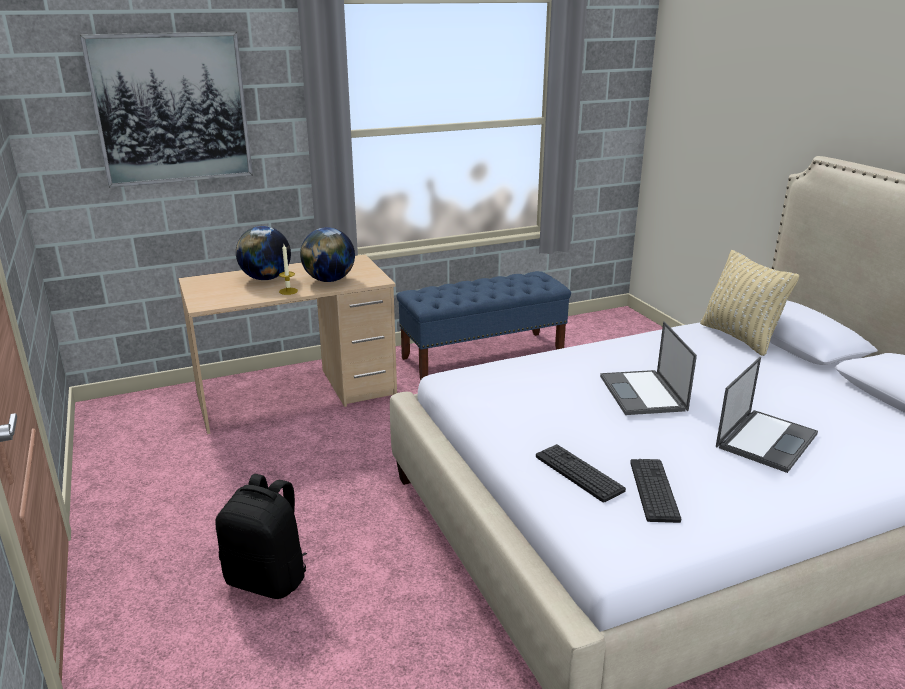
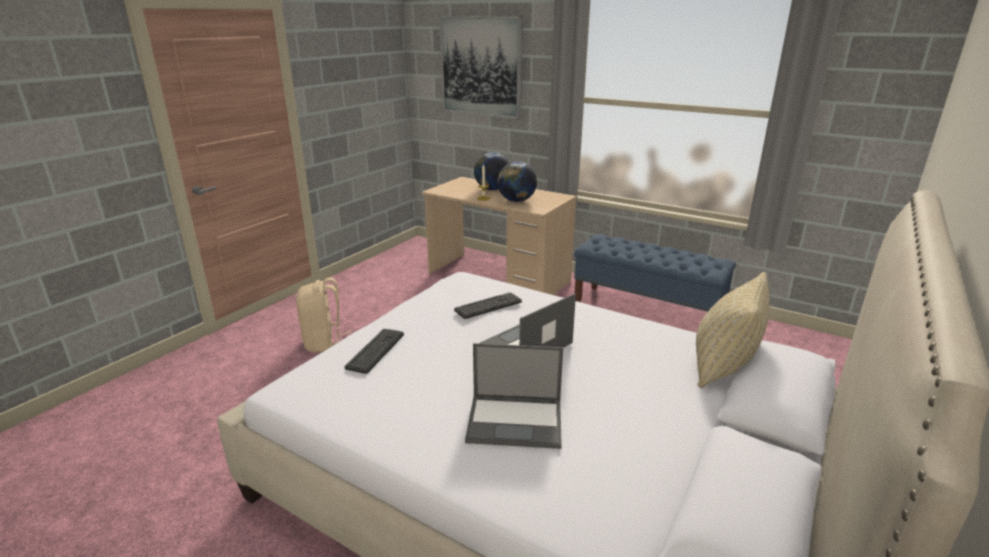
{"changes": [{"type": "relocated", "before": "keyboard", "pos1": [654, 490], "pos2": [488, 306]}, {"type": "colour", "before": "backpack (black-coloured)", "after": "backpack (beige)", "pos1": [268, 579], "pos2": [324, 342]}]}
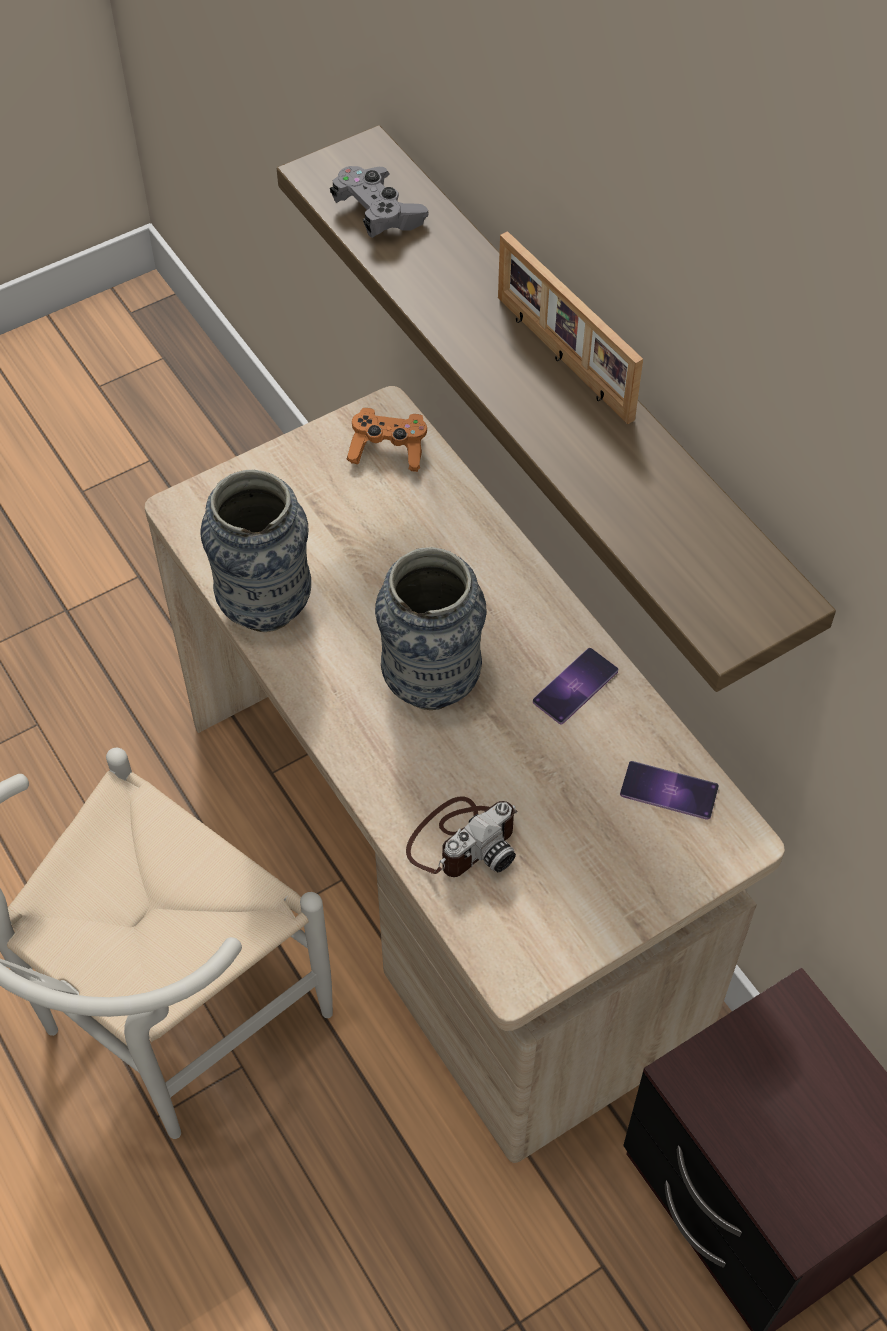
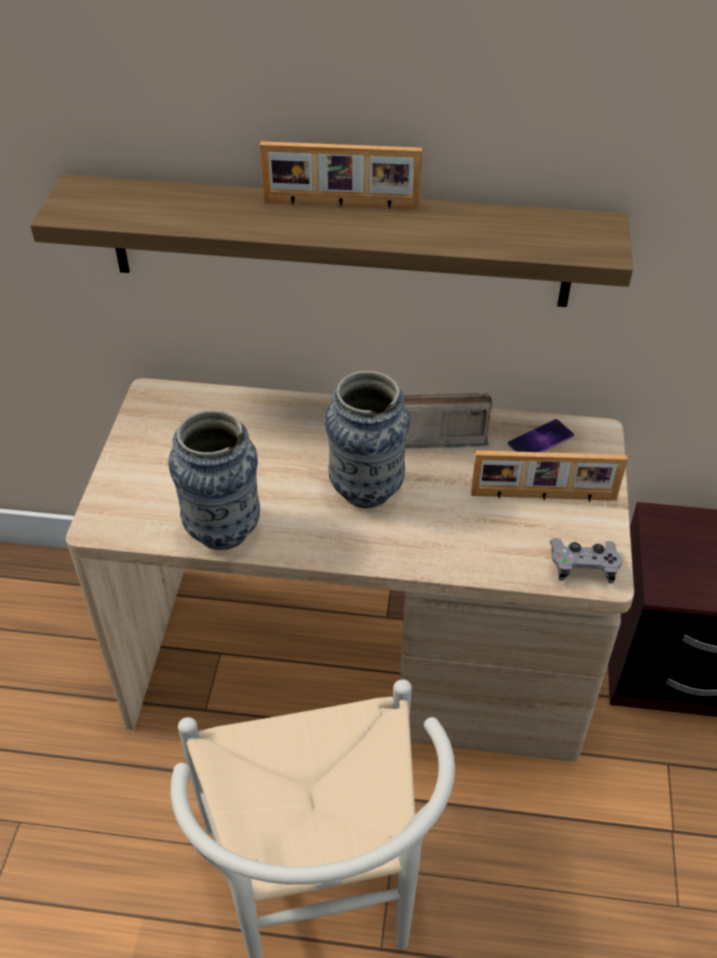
{"changes": [{"type": "relocated", "before": "game controller (grey)", "pos1": [378, 213], "pos2": [582, 567]}, {"type": "missing", "before": "game controller (orange-coloured)", "pos1": [388, 450]}, {"type": "exchanged", "before": "phone", "after": "radio receiver", "pos1": [575, 686], "pos2": [434, 434]}, {"type": "missing", "before": "still camera", "pos1": [463, 840]}, {"type": "appeared", "after": "standing frame", "pos2": [543, 497]}]}
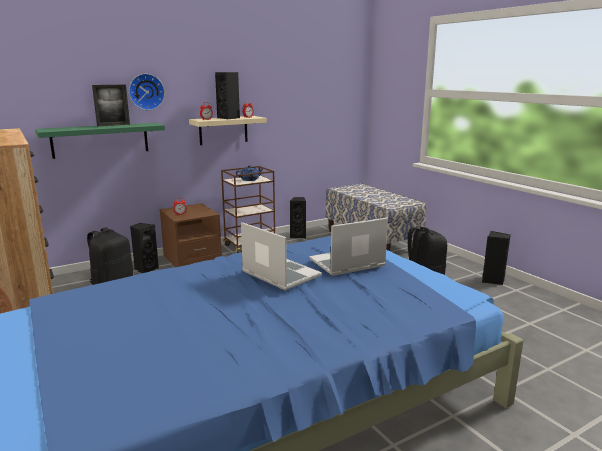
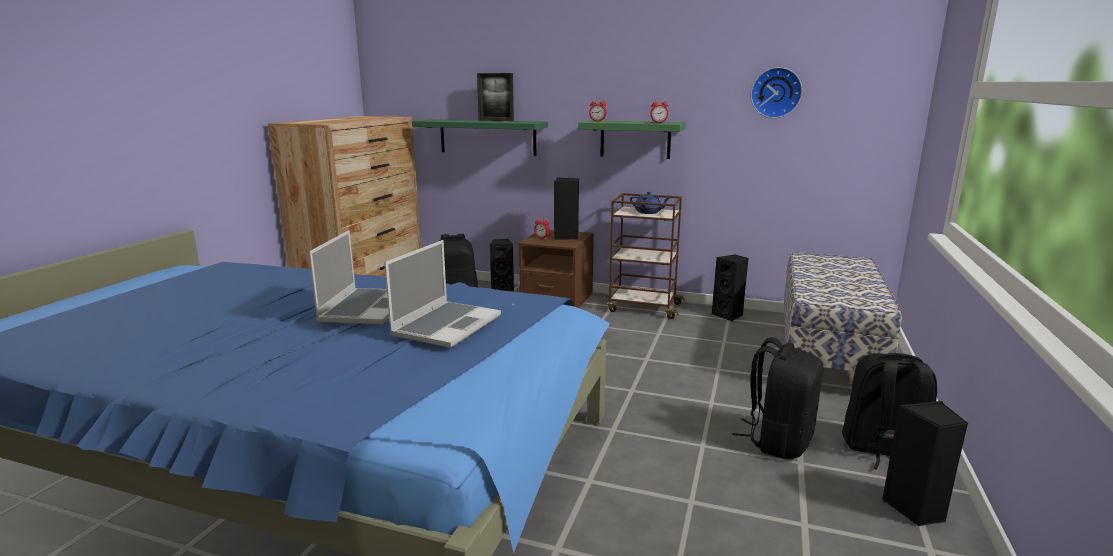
{"changes": [{"type": "relocated", "before": "loudspeaker (black-coloured)", "pos1": [229, 118], "pos2": [566, 237]}, {"type": "relocated", "before": "wall clock", "pos1": [146, 92], "pos2": [776, 92]}, {"type": "colour", "before": "wall shelf (beige)", "after": "wall shelf (greenish)", "pos1": [223, 130], "pos2": [635, 139]}, {"type": "spun", "before": "portable computer", "pos1": [346, 264], "pos2": [446, 325], "turn": 90}, {"type": "appeared", "after": "backpack (black-coloured)", "pos2": [882, 450]}]}
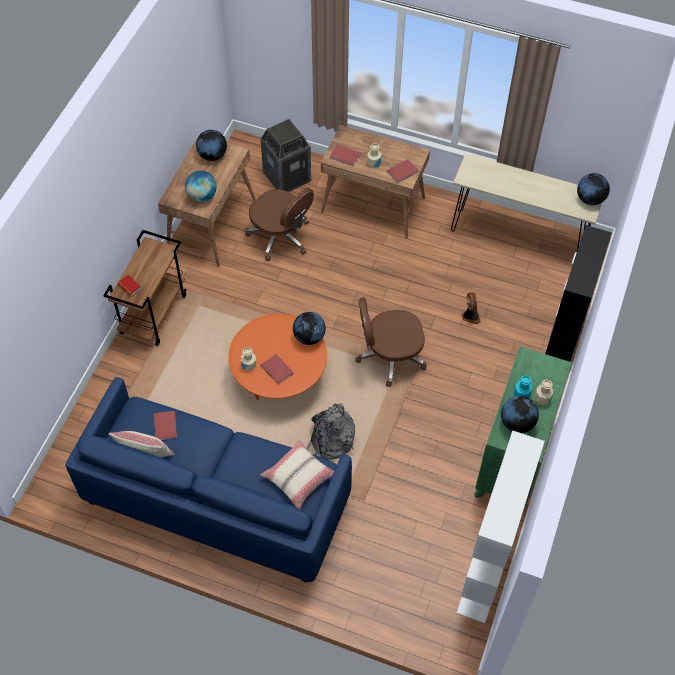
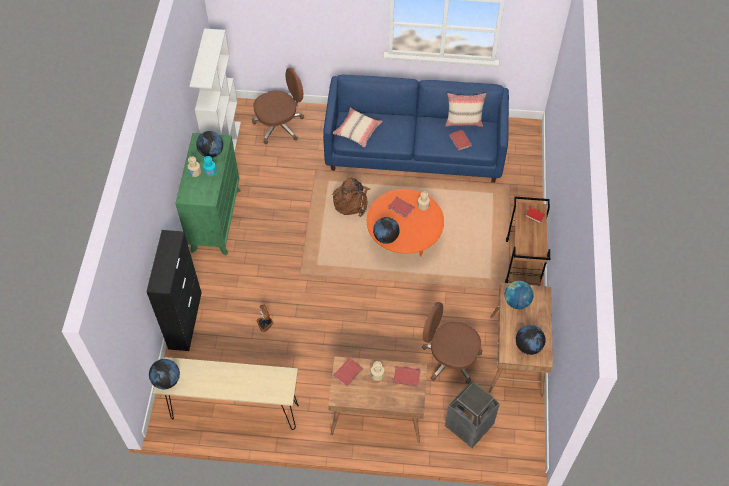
{"changes": [{"type": "relocated", "before": "office chair (brownish)", "pos1": [389, 356], "pos2": [280, 125]}, {"type": "colour", "before": "backpack (grey)", "after": "backpack (brownish)", "pos1": [329, 441], "pos2": [351, 201]}]}
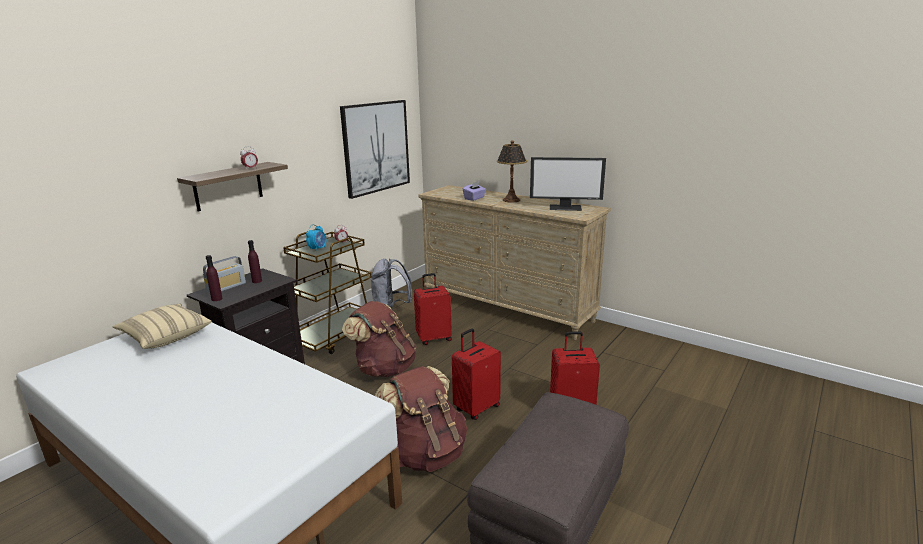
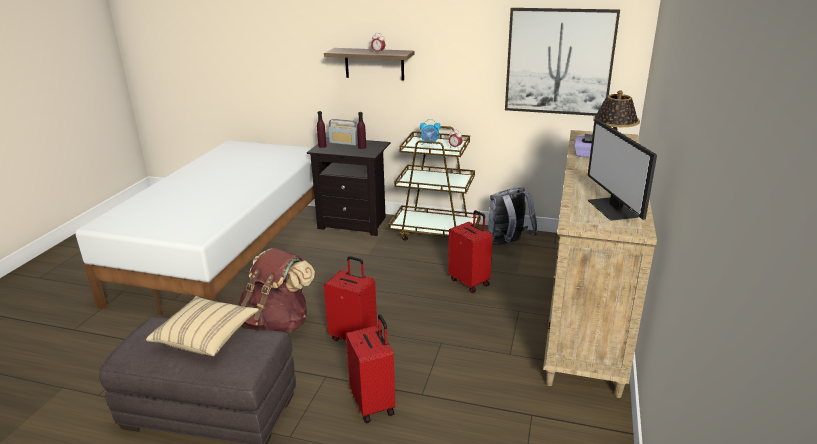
{"changes": [{"type": "missing", "before": "backpack (brownish)", "pos1": [384, 368]}, {"type": "relocated", "before": "pillow (beige)", "pos1": [165, 336], "pos2": [207, 337]}]}
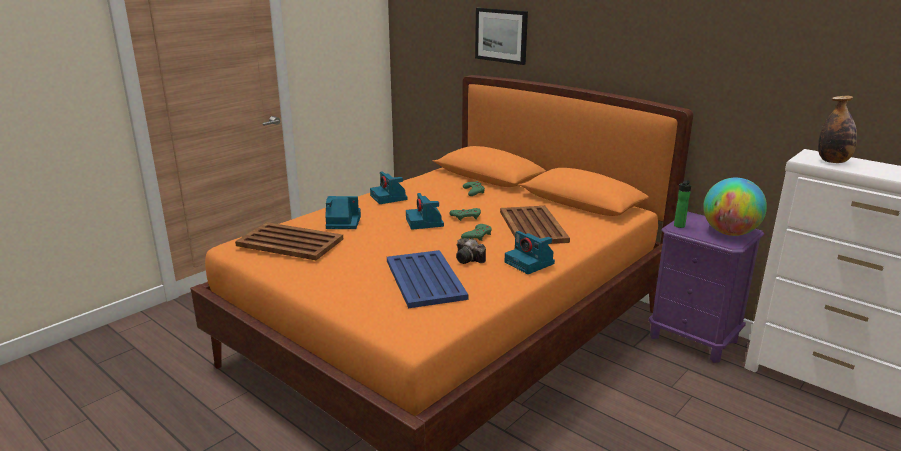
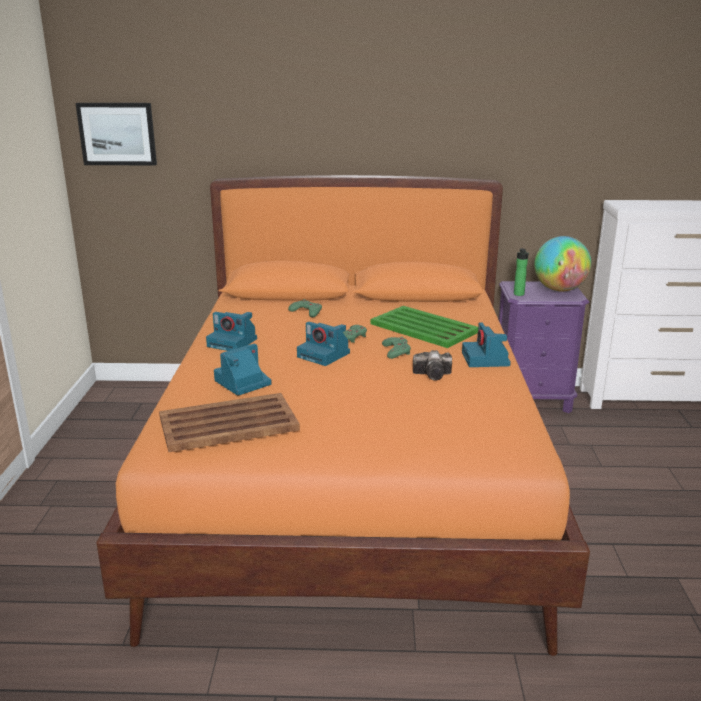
{"changes": [{"type": "relocated", "before": "wall art", "pos1": [501, 35], "pos2": [117, 134]}, {"type": "missing", "before": "bottle", "pos1": [833, 161]}, {"type": "colour", "before": "tray (brownish)", "after": "tray (greenish)", "pos1": [533, 227], "pos2": [424, 328]}, {"type": "spun", "before": "still camera", "pos1": [530, 263], "pos2": [486, 359], "turn": 75}, {"type": "missing", "before": "tray (blue)", "pos1": [425, 280]}]}
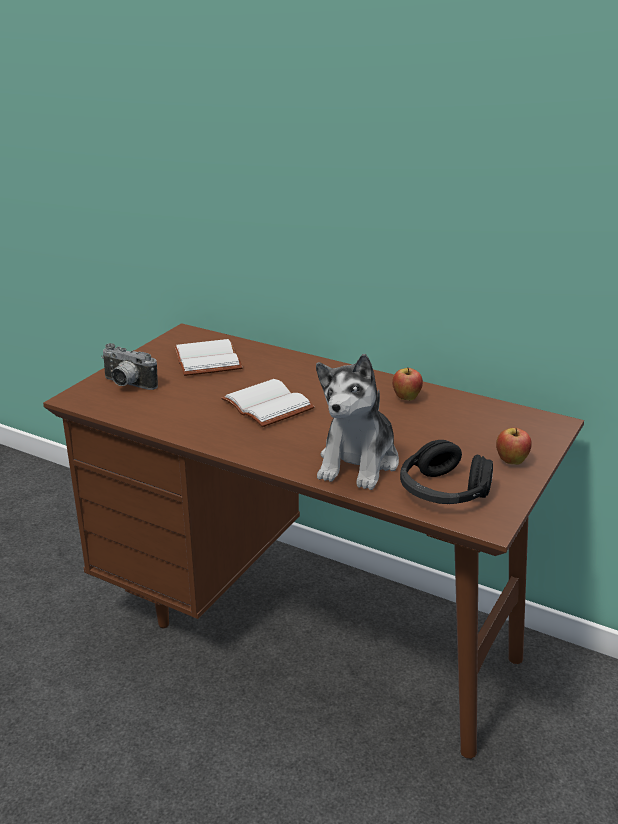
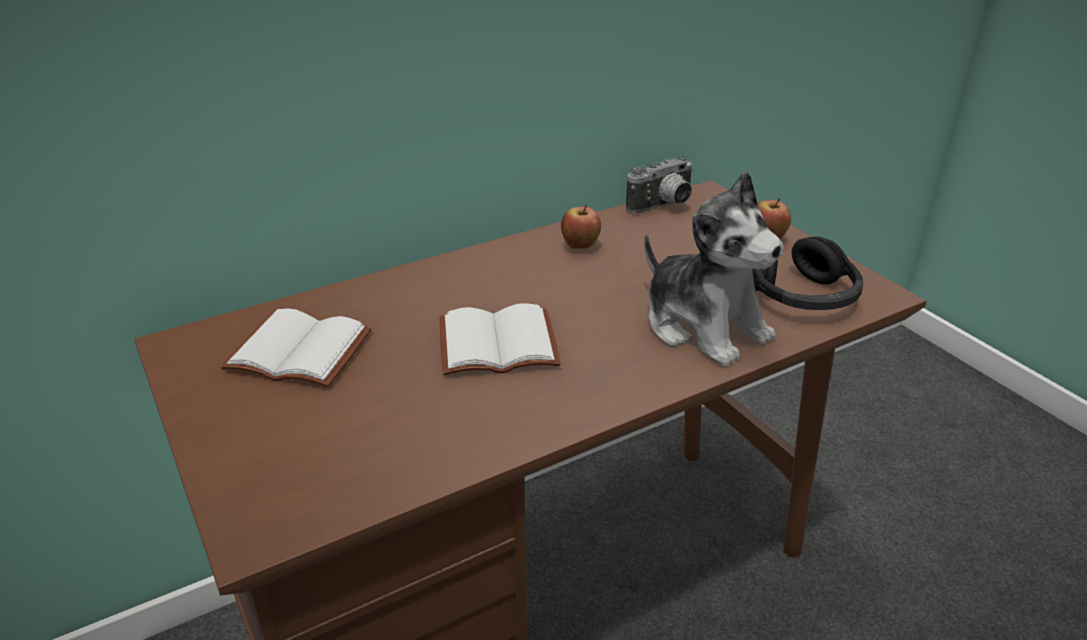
{"changes": [{"type": "relocated", "before": "still camera", "pos1": [127, 385], "pos2": [664, 207]}]}
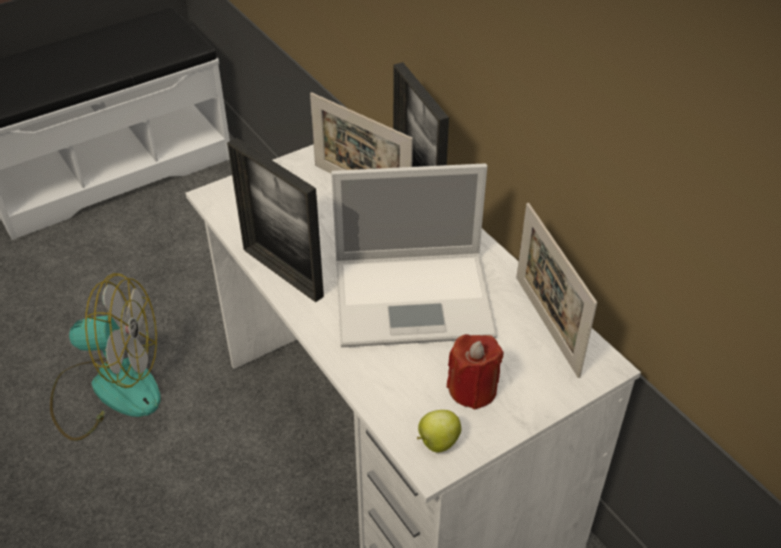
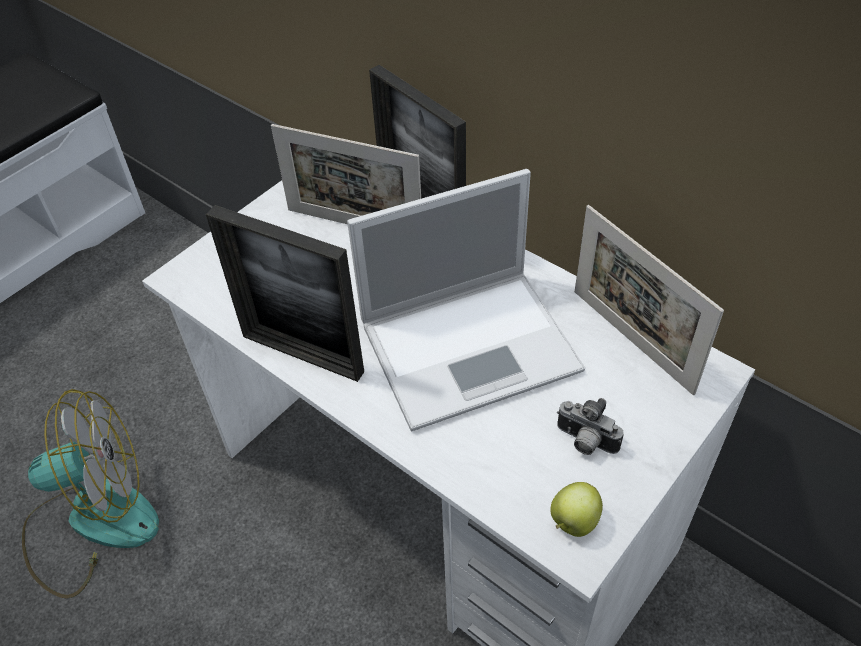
{"changes": [{"type": "exchanged", "before": "candle (red-coloured)", "after": "still camera", "pos1": [472, 389], "pos2": [584, 442]}]}
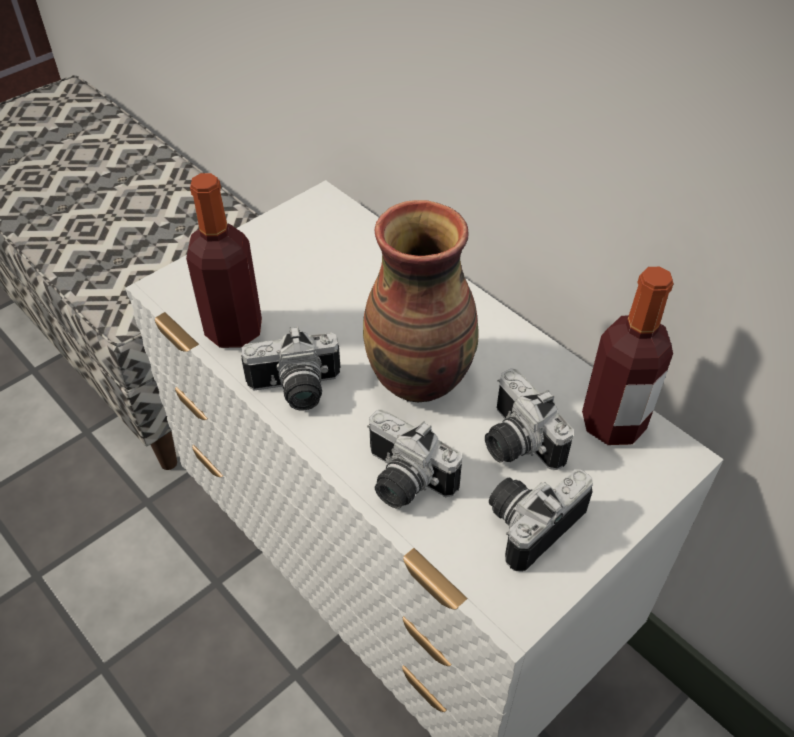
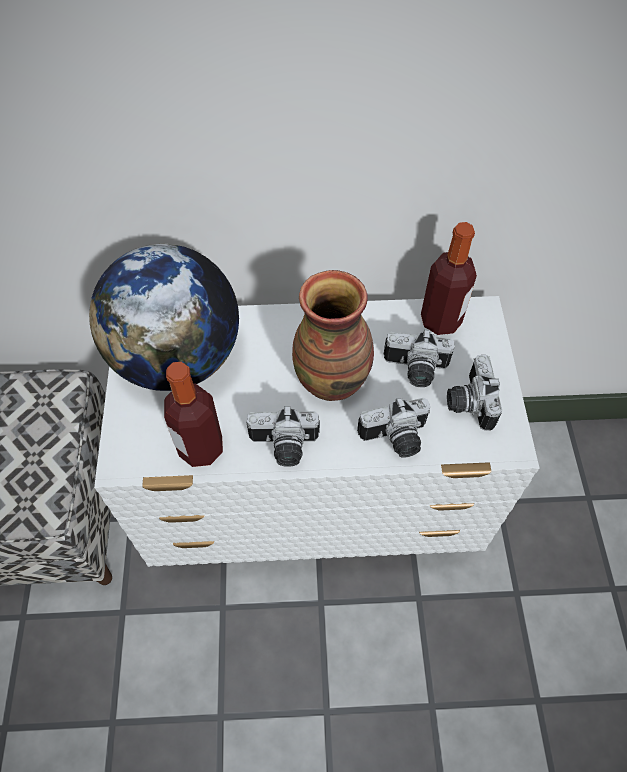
{"changes": [{"type": "spun", "before": "still camera", "pos1": [295, 391], "pos2": [284, 447], "turn": 60}, {"type": "appeared", "after": "globe", "pos2": [178, 358]}]}
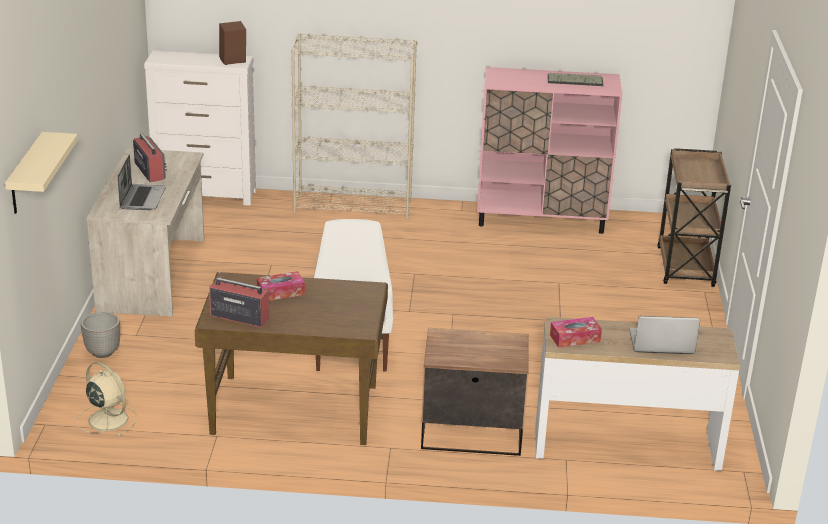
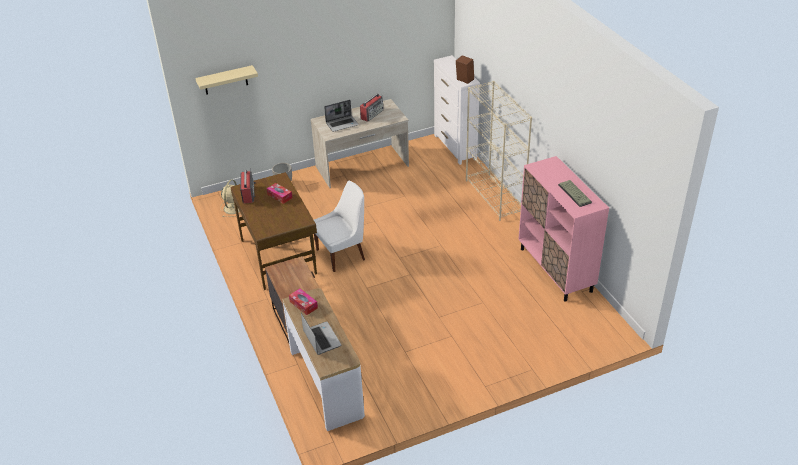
{"changes": [{"type": "missing", "before": "wheeled cart (brownish)", "pos1": [685, 268]}]}
